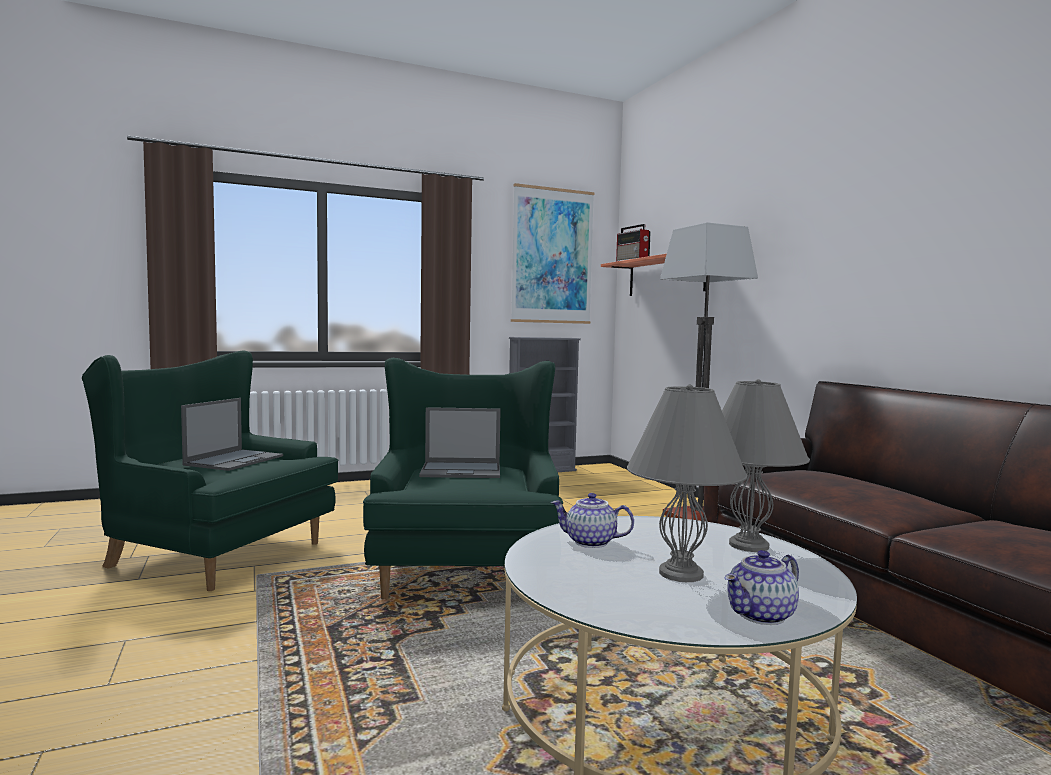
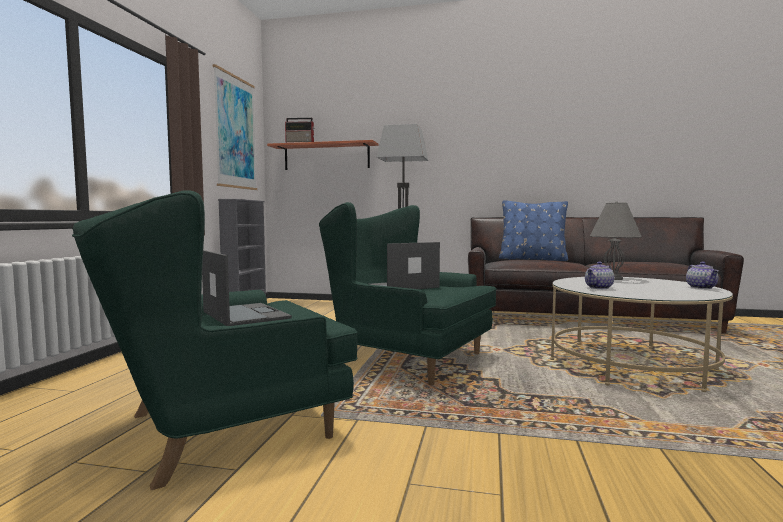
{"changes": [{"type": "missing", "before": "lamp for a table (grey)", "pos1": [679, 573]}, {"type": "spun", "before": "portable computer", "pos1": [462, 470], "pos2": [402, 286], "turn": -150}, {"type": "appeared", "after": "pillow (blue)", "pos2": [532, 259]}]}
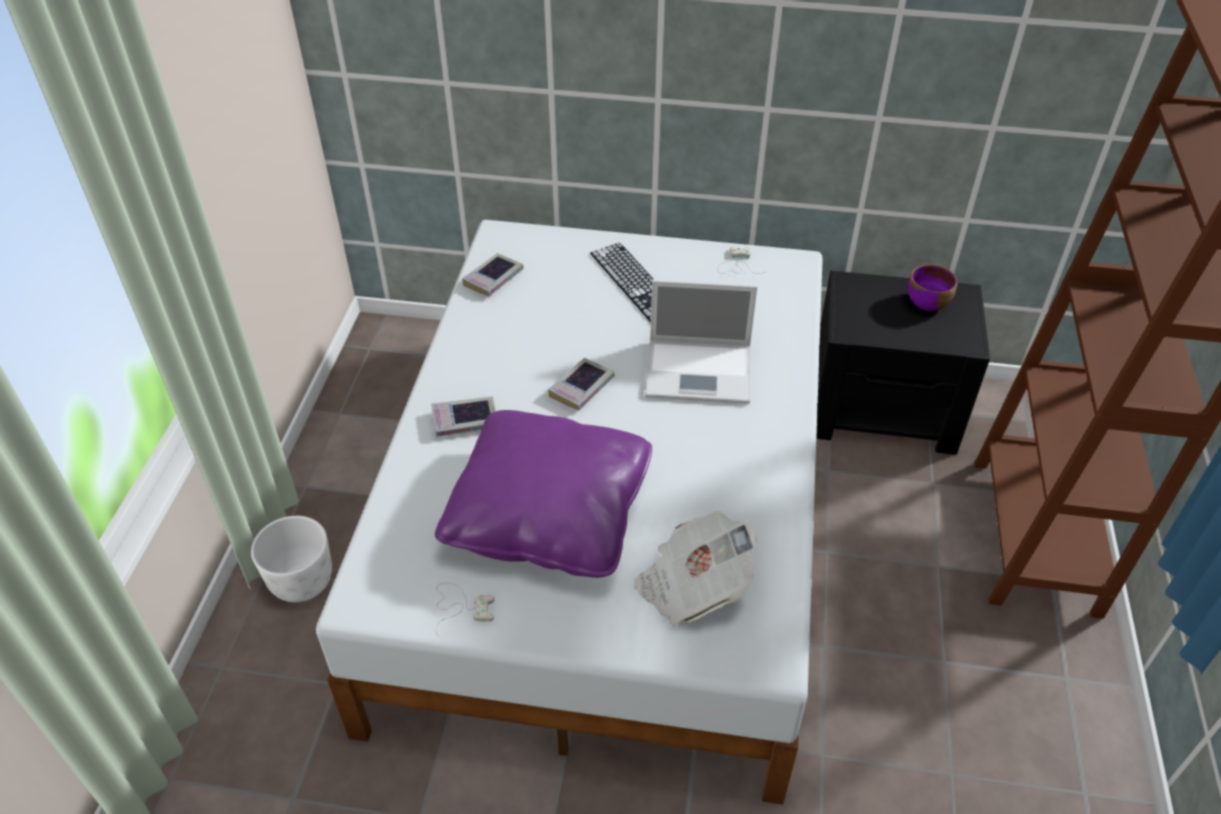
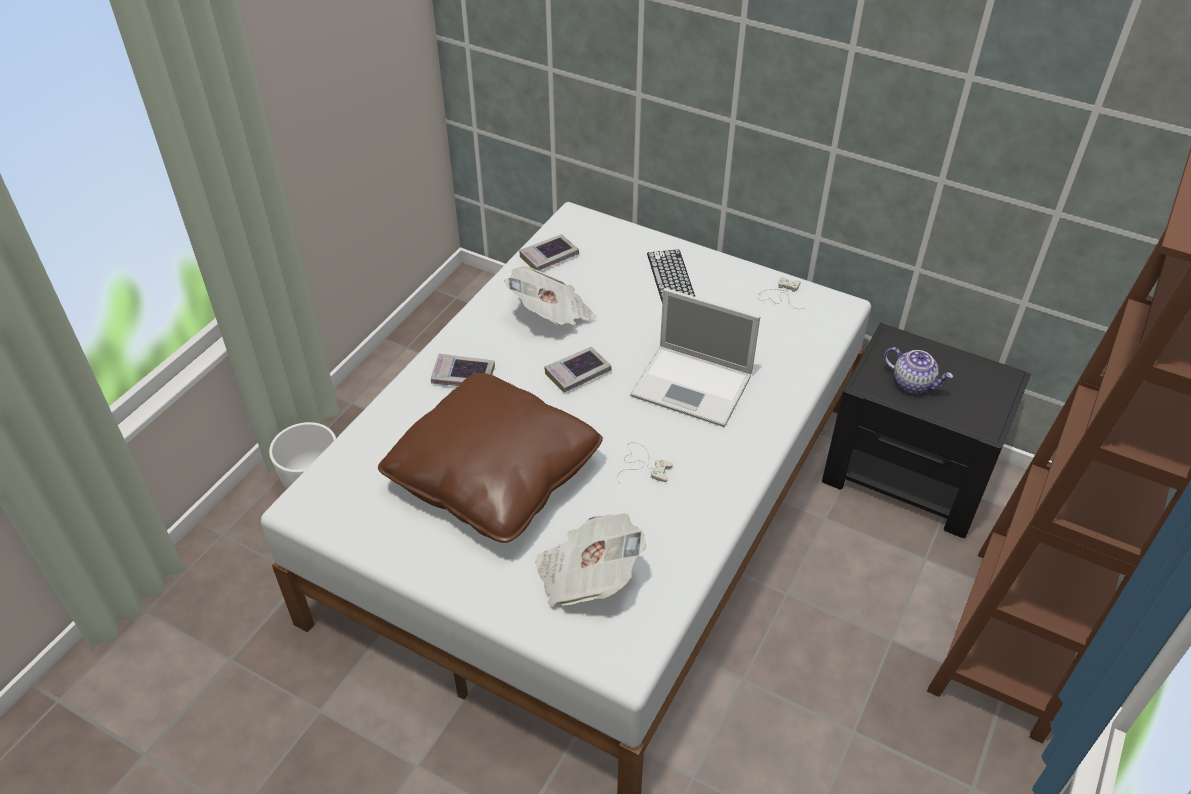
{"changes": [{"type": "missing", "before": "serving bowl (purple-coloured)", "pos1": [927, 303]}, {"type": "colour", "before": "pillow (purple-coloured)", "after": "pillow (brownish)", "pos1": [548, 513], "pos2": [494, 475]}, {"type": "relocated", "before": "game controller (white)", "pos1": [460, 607], "pos2": [643, 465]}, {"type": "appeared", "after": "printed paper", "pos2": [552, 315]}, {"type": "appeared", "after": "teapot", "pos2": [913, 383]}]}
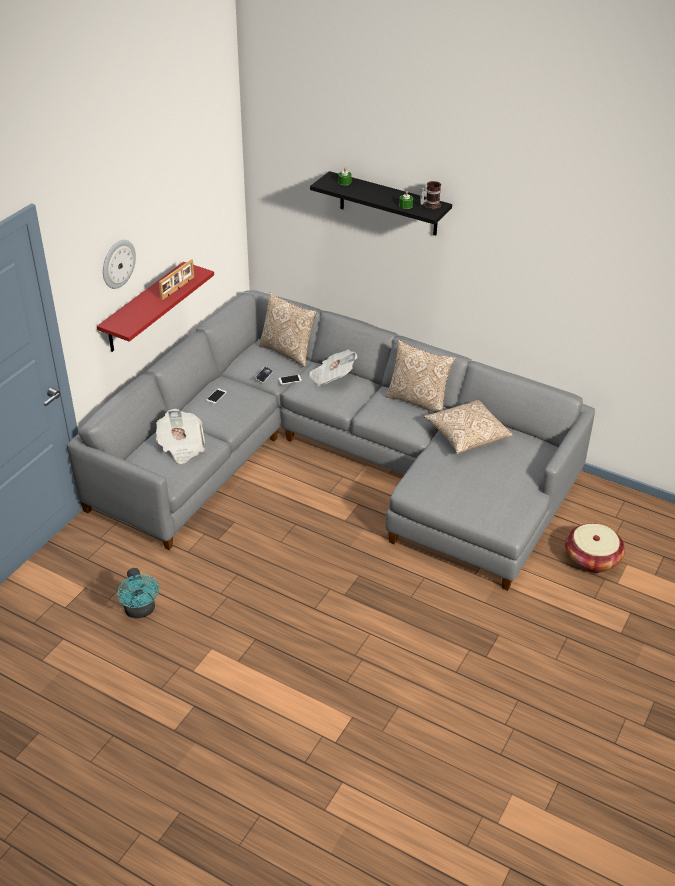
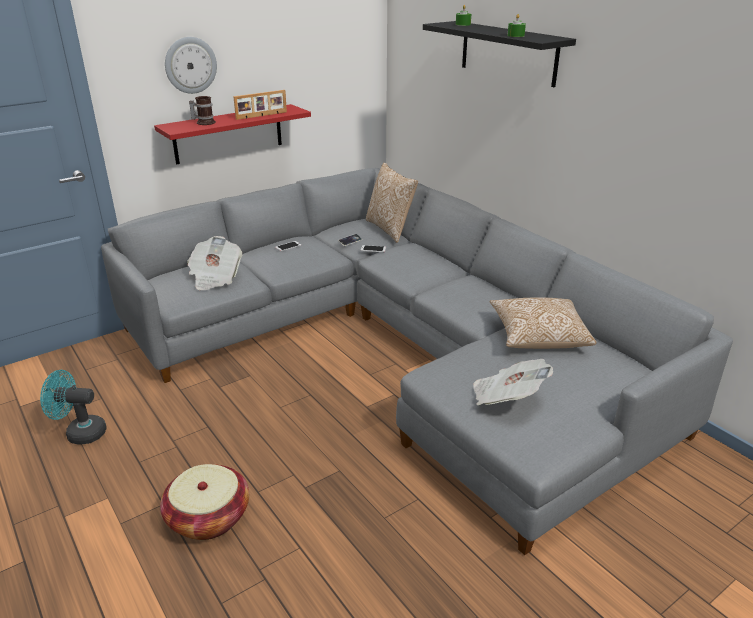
{"changes": [{"type": "relocated", "before": "tea mug", "pos1": [430, 205], "pos2": [204, 122]}, {"type": "missing", "before": "pillow", "pos1": [418, 401]}, {"type": "relocated", "before": "printed paper", "pos1": [332, 377], "pos2": [507, 398]}, {"type": "relocated", "before": "basket", "pos1": [591, 559], "pos2": [208, 518]}, {"type": "spun", "before": "fan (turquoise-coloured)", "pos1": [141, 611], "pos2": [80, 433], "turn": 90}]}
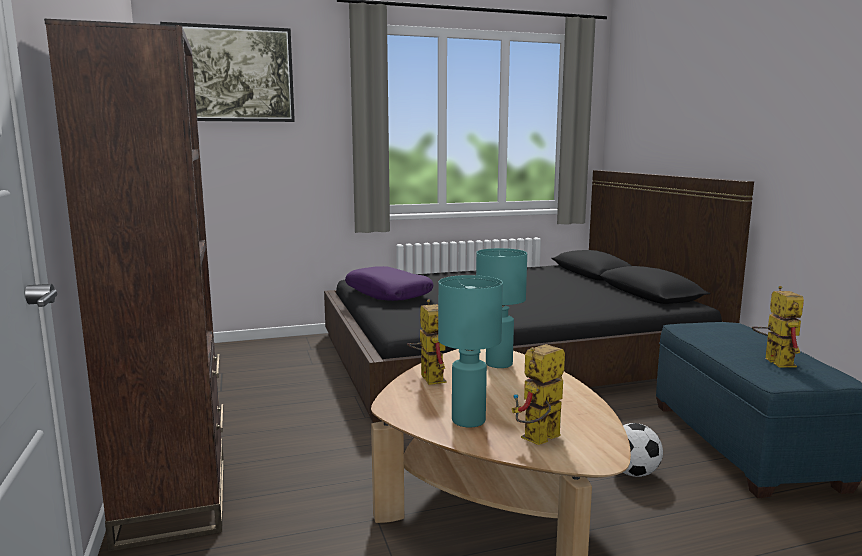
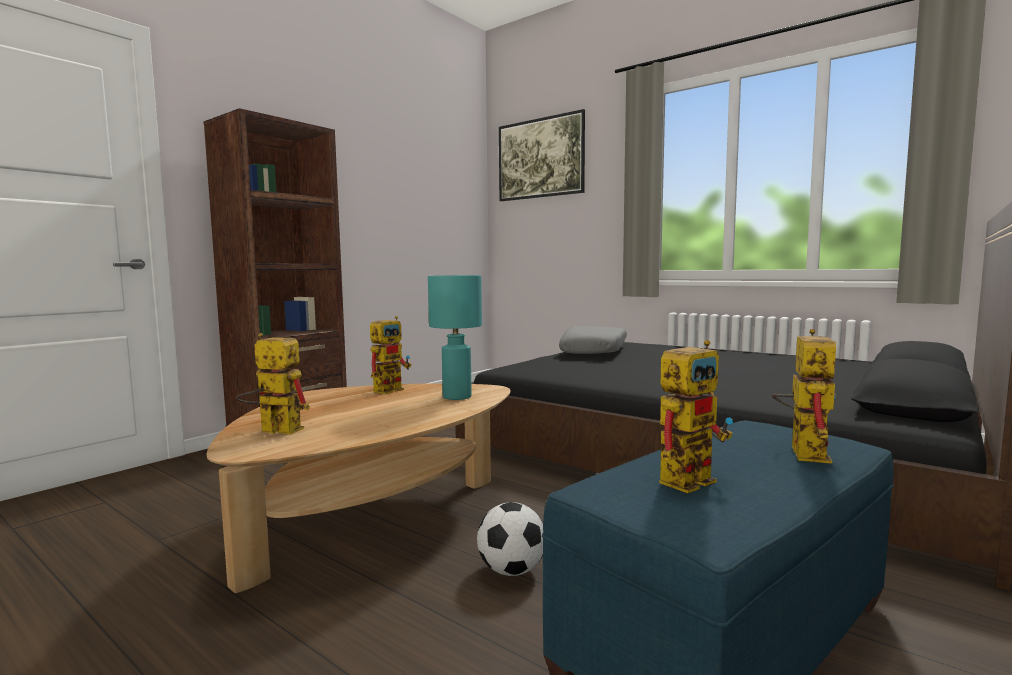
{"changes": [{"type": "colour", "before": "pillow (purple-coloured)", "after": "pillow (grey)", "pos1": [389, 294], "pos2": [595, 351]}, {"type": "missing", "before": "lamp for a table (turquoise-coloured)", "pos1": [467, 420]}, {"type": "appeared", "after": "model robot", "pos2": [803, 451]}]}
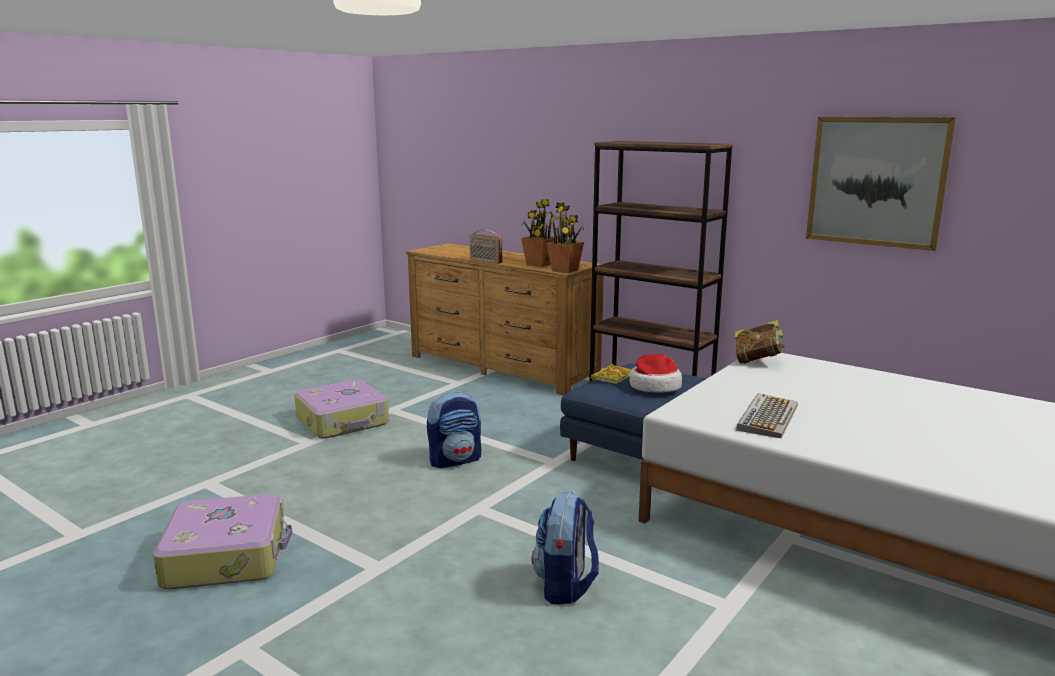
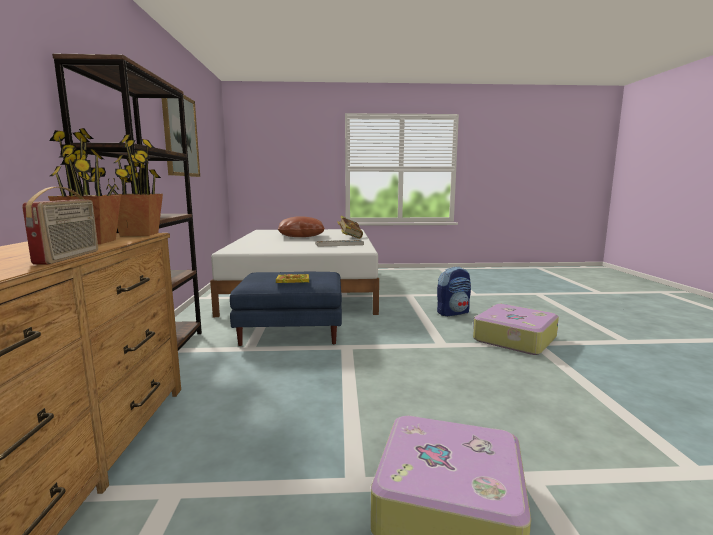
{"changes": [{"type": "relocated", "before": "bound book", "pos1": [757, 361], "pos2": [350, 238]}, {"type": "missing", "before": "wearable hat", "pos1": [654, 386]}, {"type": "missing", "before": "backpack", "pos1": [455, 460]}, {"type": "relocated", "before": "piece of luggage", "pos1": [227, 556], "pos2": [513, 339]}, {"type": "appeared", "after": "pillow (brownish)", "pos2": [301, 236]}]}
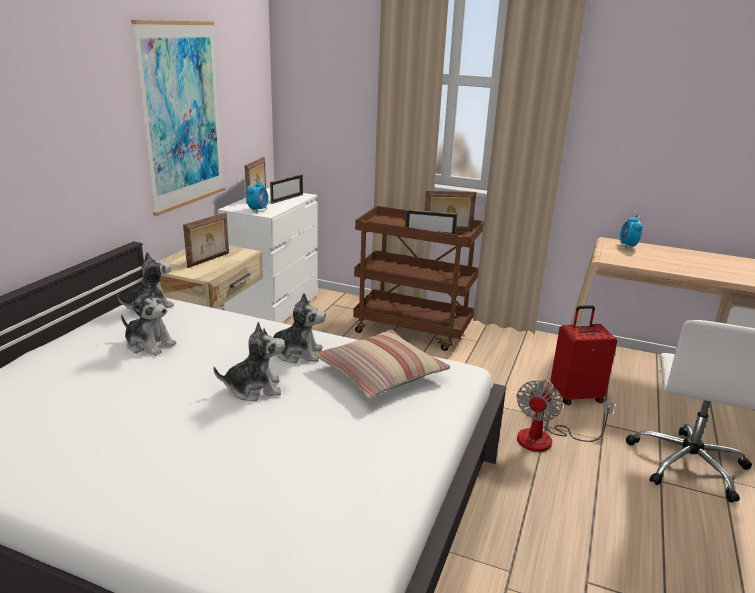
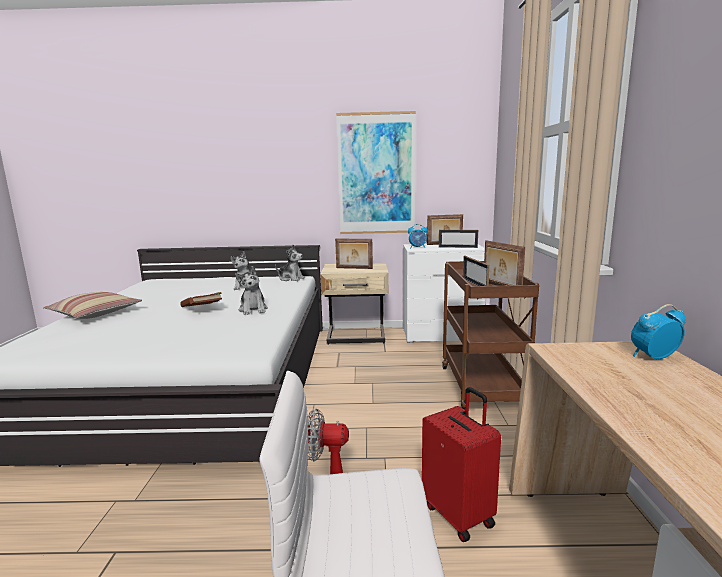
{"changes": [{"type": "exchanged", "before": "cuddly toy", "after": "bound book (brownish)", "pos1": [254, 389], "pos2": [203, 310]}, {"type": "relocated", "before": "pillow", "pos1": [380, 374], "pos2": [95, 313]}]}
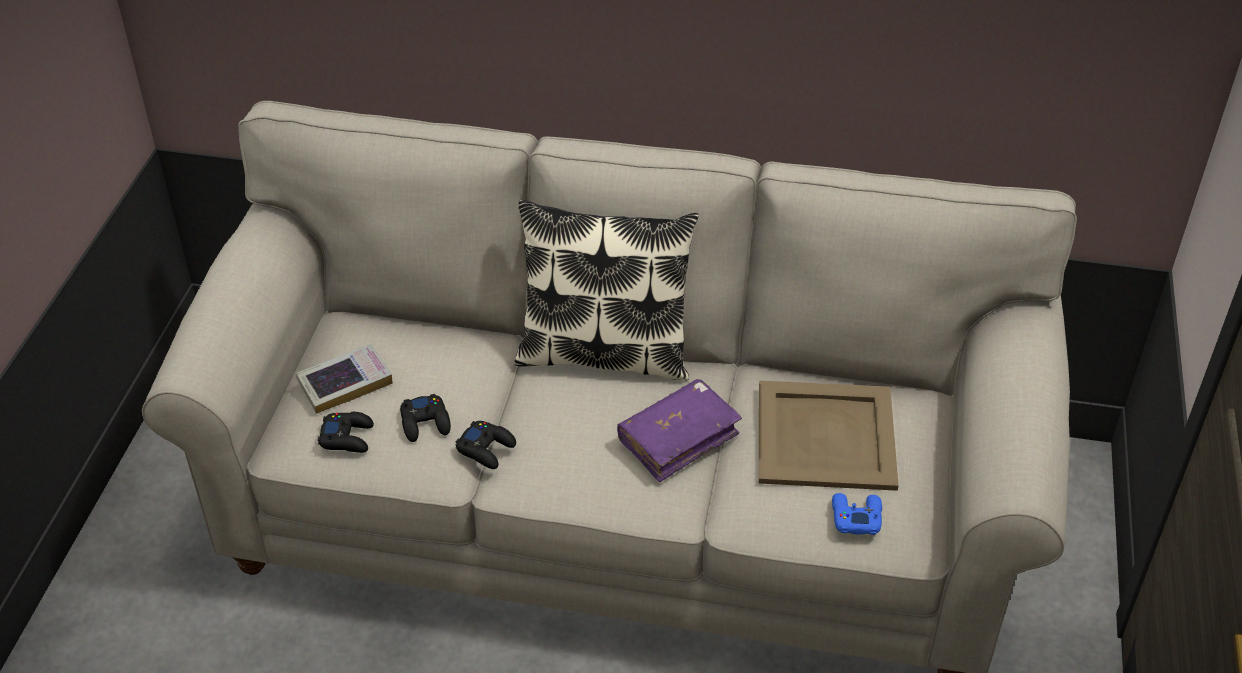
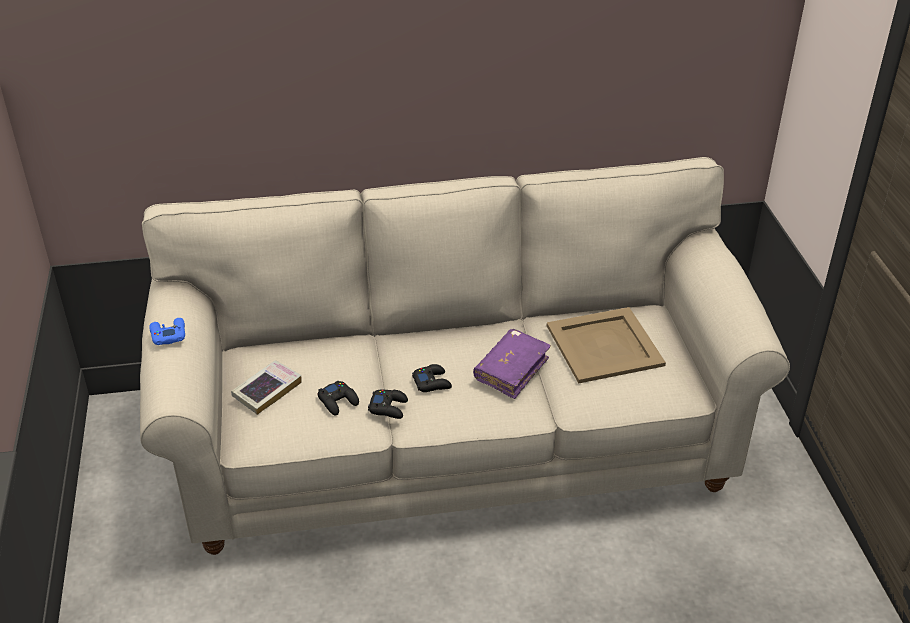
{"changes": [{"type": "missing", "before": "pillow", "pos1": [604, 353]}, {"type": "relocated", "before": "game controller (black-coloured)", "pos1": [347, 437], "pos2": [432, 382]}, {"type": "relocated", "before": "game controller (blue)", "pos1": [855, 517], "pos2": [168, 335]}]}
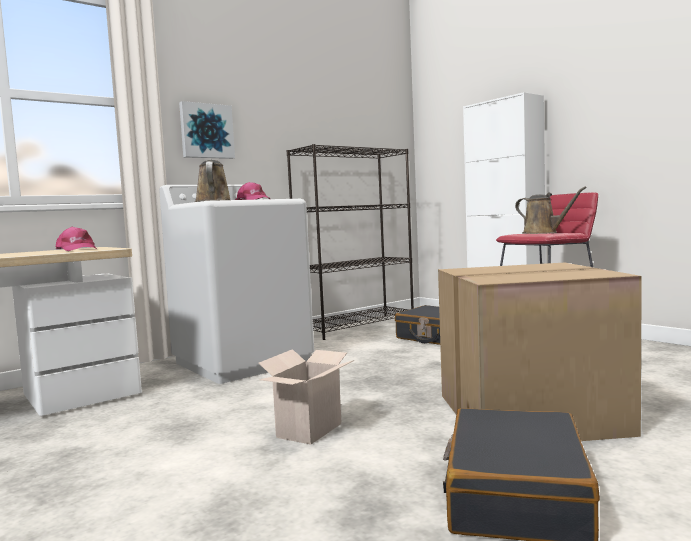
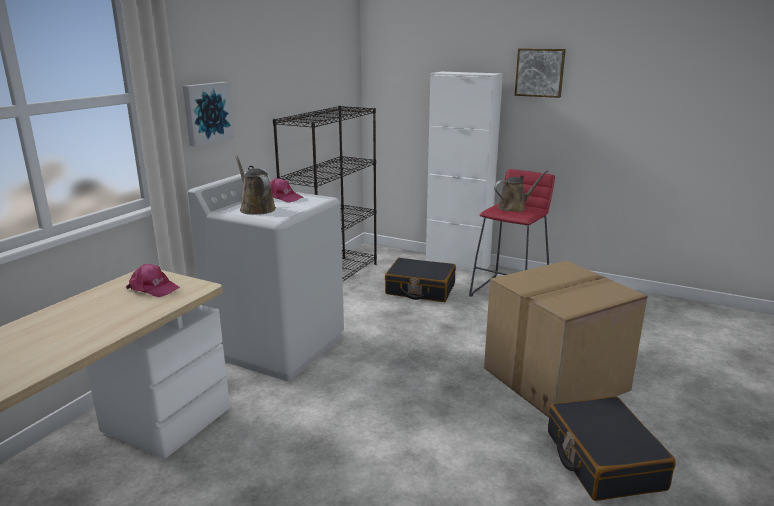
{"changes": [{"type": "spun", "before": "watering can (brownish)", "pos1": [543, 233], "pos2": [514, 207], "turn": -45}, {"type": "missing", "before": "packing box", "pos1": [310, 431]}, {"type": "appeared", "after": "wall art", "pos2": [540, 72]}]}
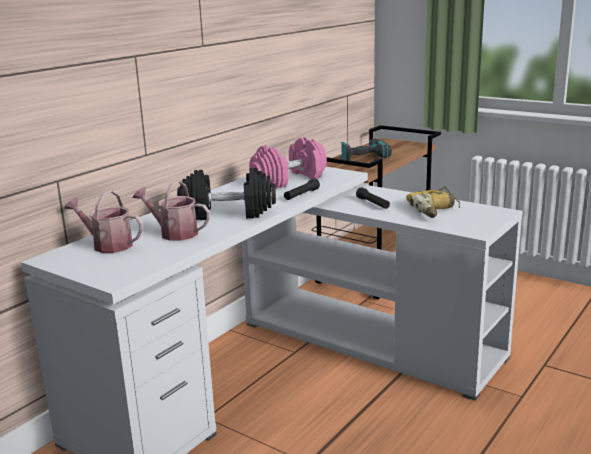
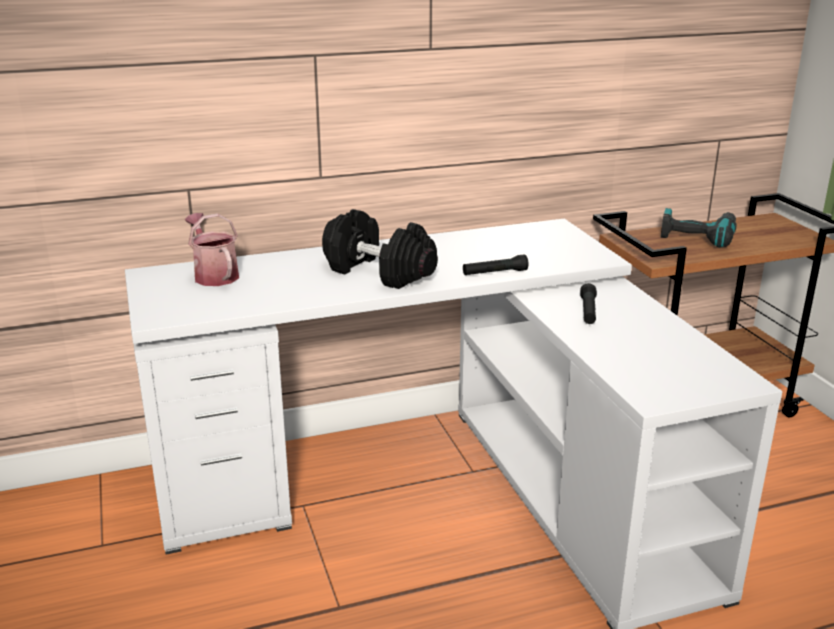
{"changes": [{"type": "missing", "before": "free weight (pink)", "pos1": [289, 179]}, {"type": "missing", "before": "watering can", "pos1": [174, 233]}, {"type": "missing", "before": "drill", "pos1": [435, 209]}]}
